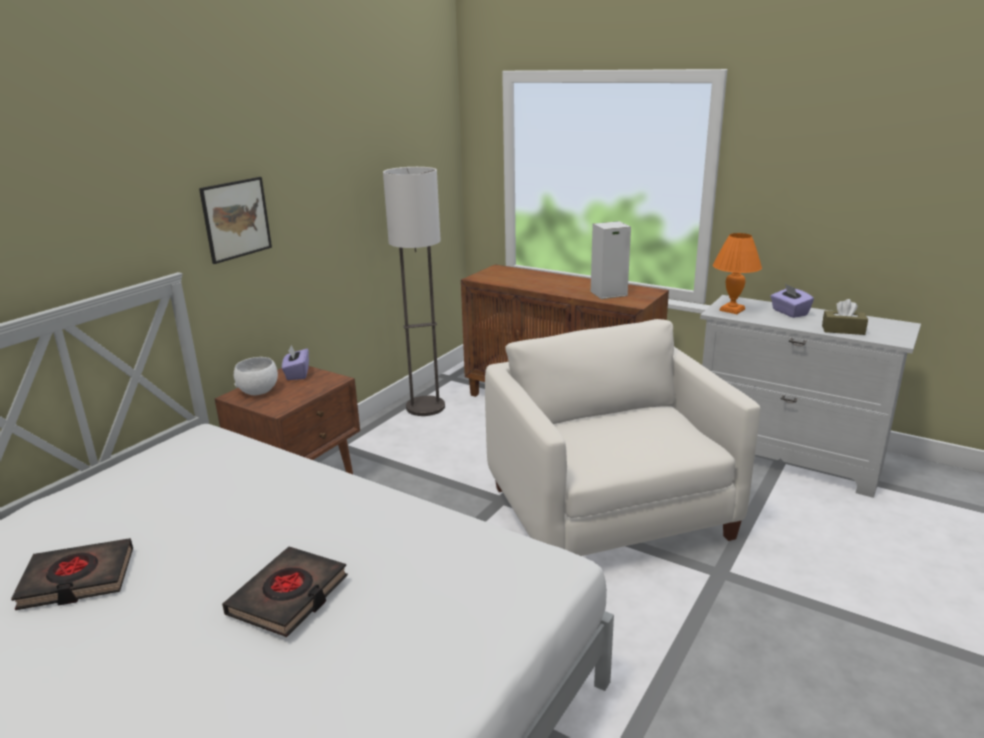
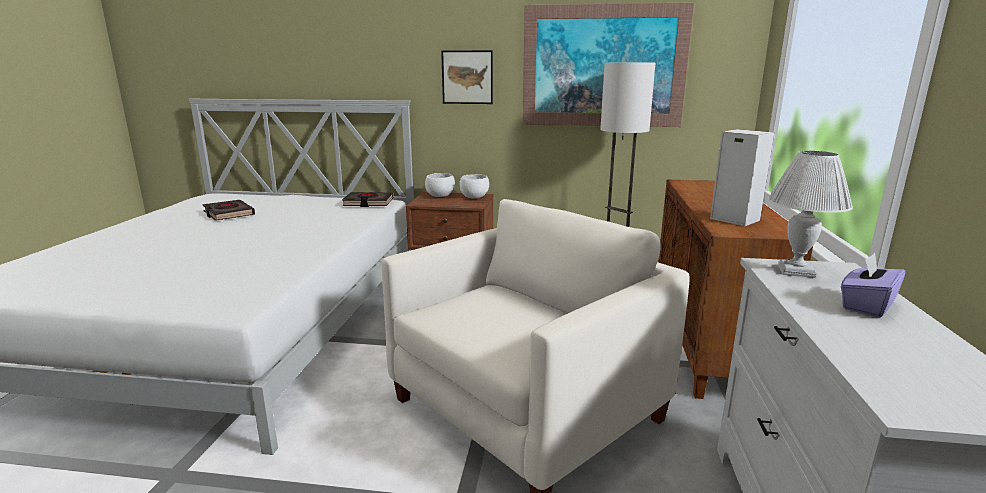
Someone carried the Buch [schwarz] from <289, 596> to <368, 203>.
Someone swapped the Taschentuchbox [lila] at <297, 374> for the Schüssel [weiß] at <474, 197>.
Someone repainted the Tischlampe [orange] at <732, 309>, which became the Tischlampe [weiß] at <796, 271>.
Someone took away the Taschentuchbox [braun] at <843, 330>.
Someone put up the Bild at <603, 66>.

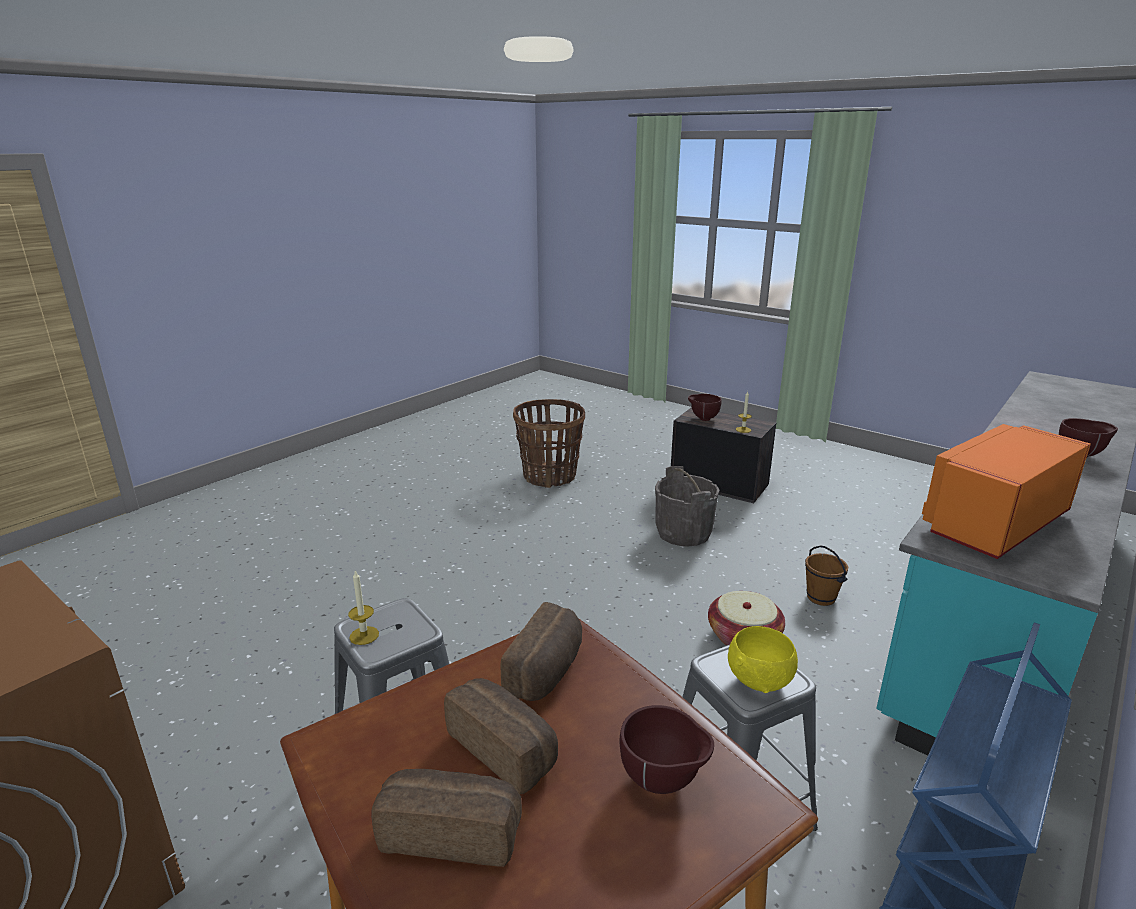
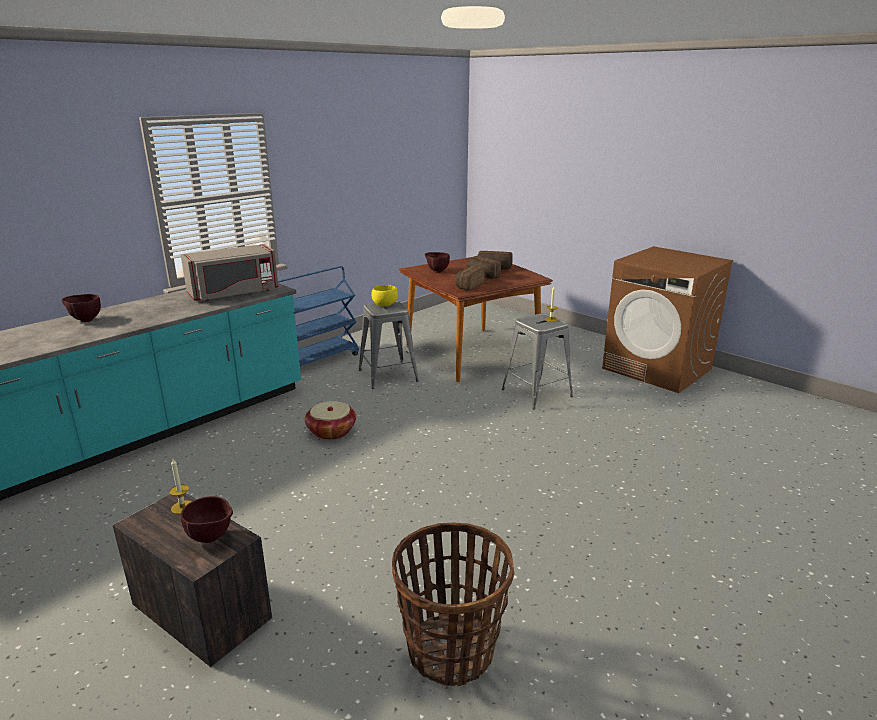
Someone took away the Eimer [grau] at <683, 533>.
Someone took away the Eimer [braun] at <820, 598>.
Someone repainted the Mikrowelle [orange] at <993, 523>, which became the Mikrowelle [grau] at <234, 293>.

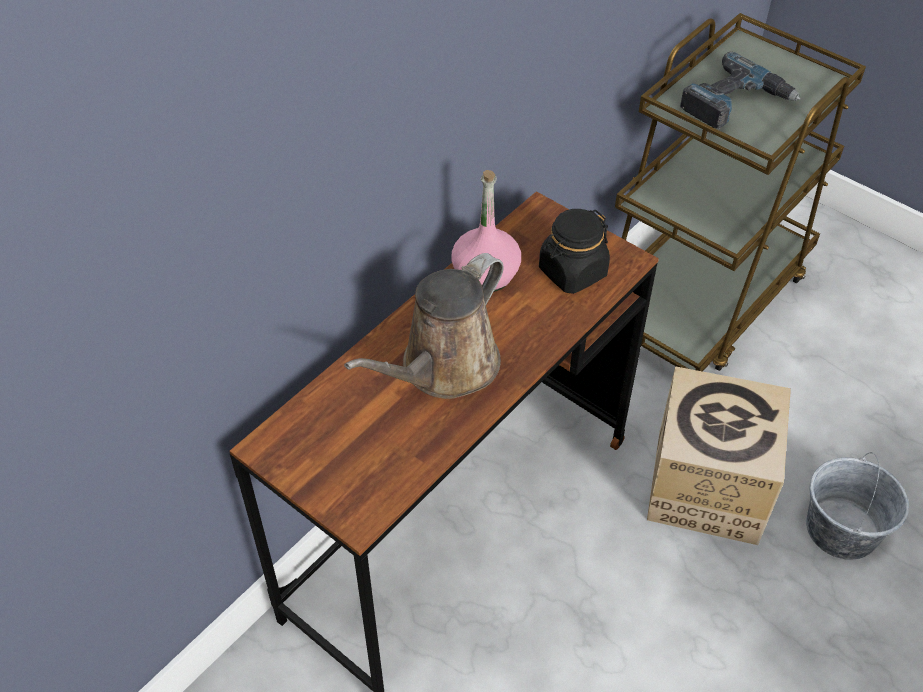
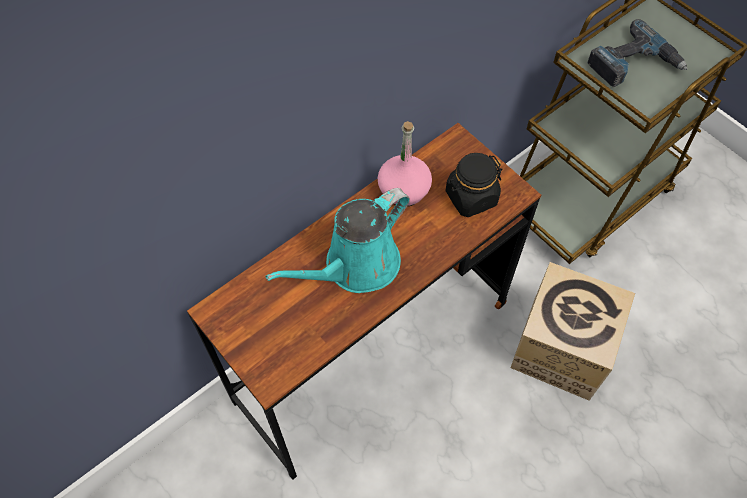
Someone repainted the Gießkanne [braun] at <443, 368>, which became the Gießkanne [türkis] at <356, 266>.
Someone took away the Eimer [grau] at <841, 529>.

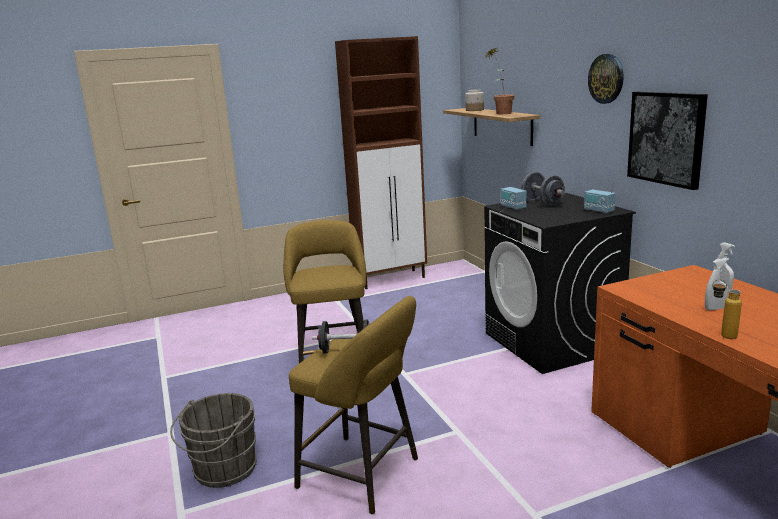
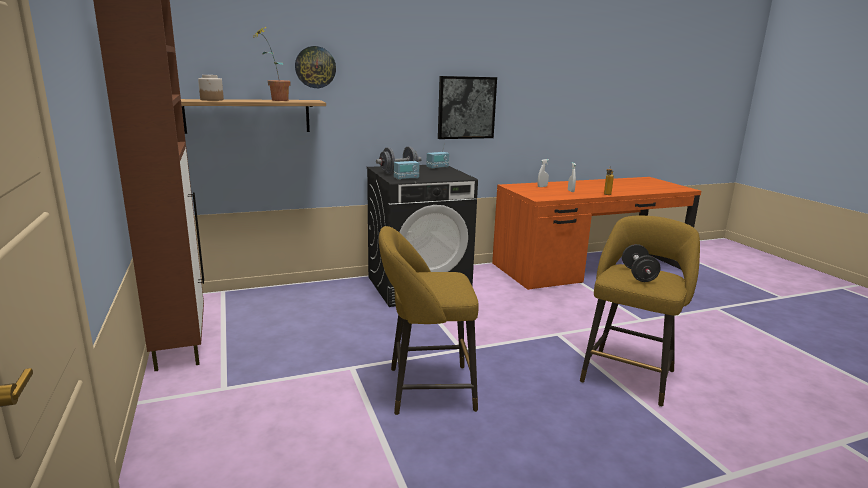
Someone took away the Eimer [grau] at <222, 471>.
Someone carried the Wanduhr from <606, 78> to <315, 67>.

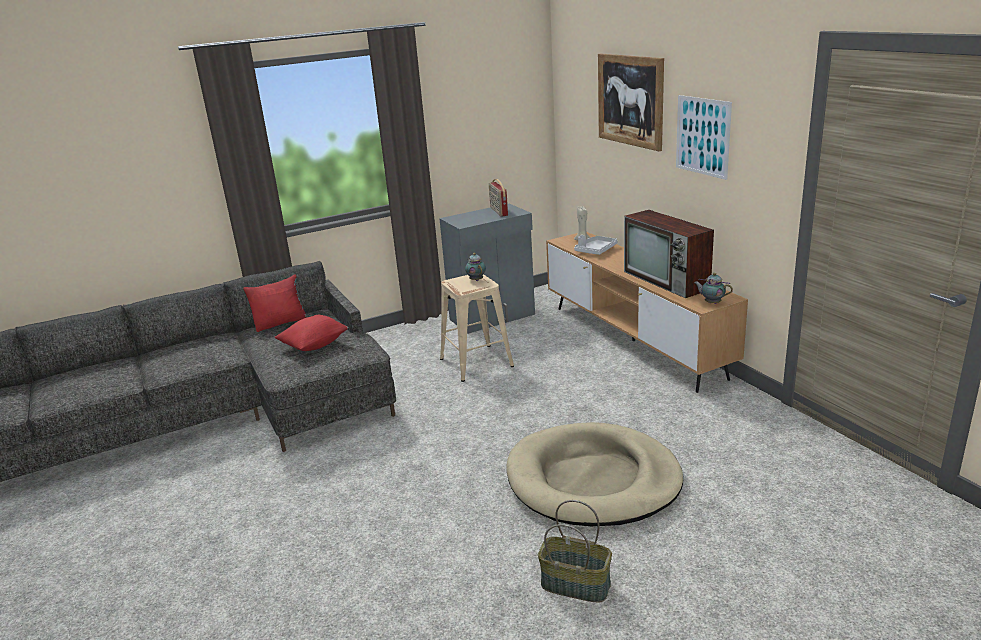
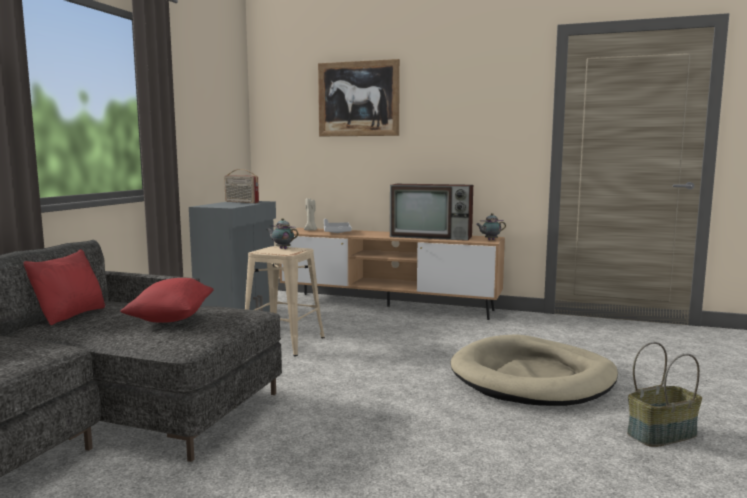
Someone took away the Bild at <702, 136>.

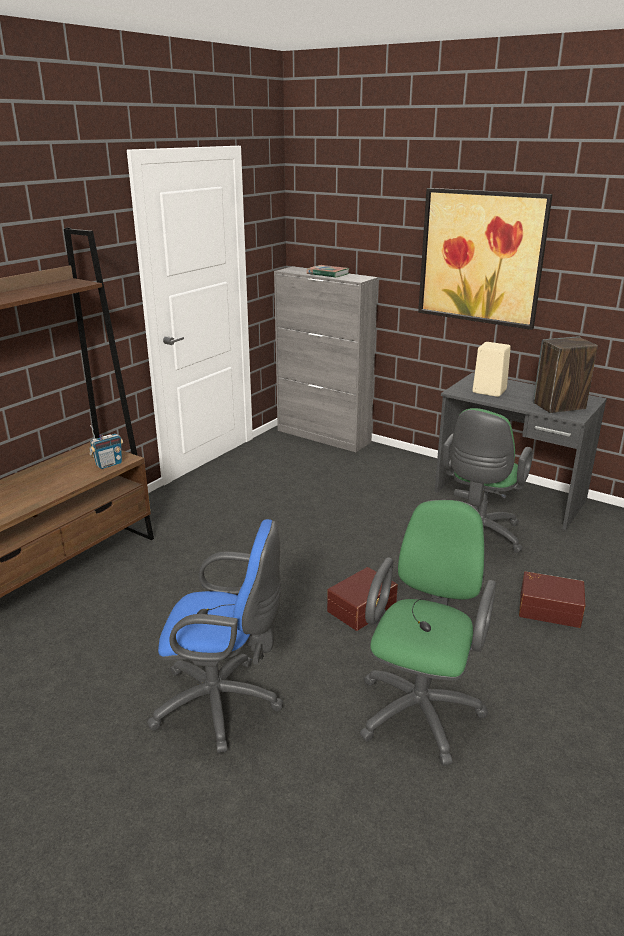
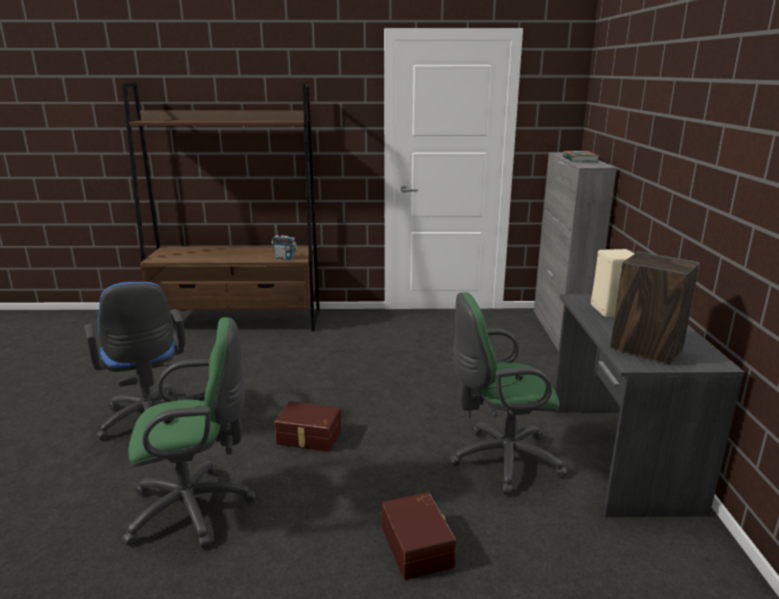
Someone took away the Bild at <481, 257>.

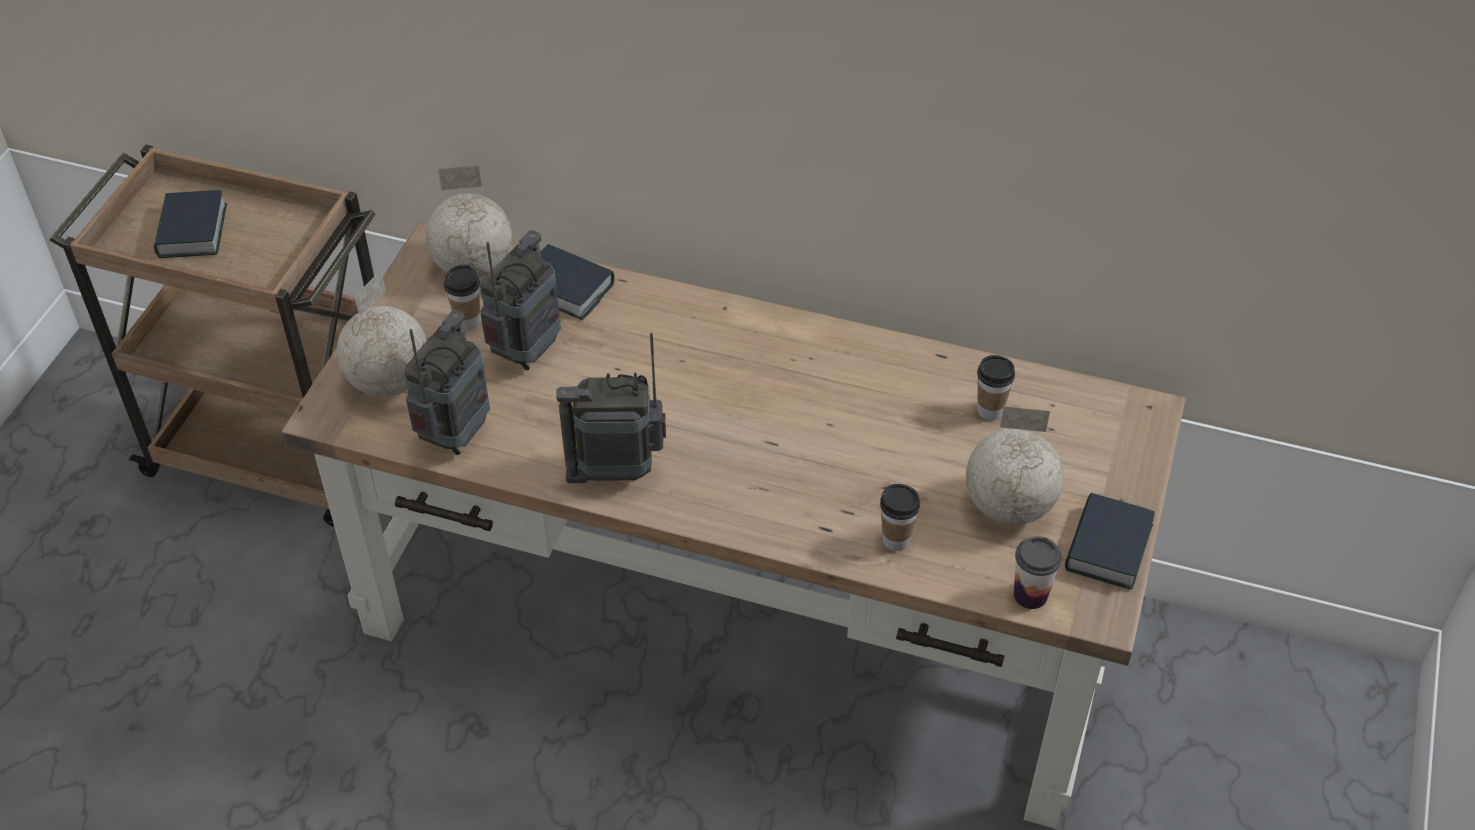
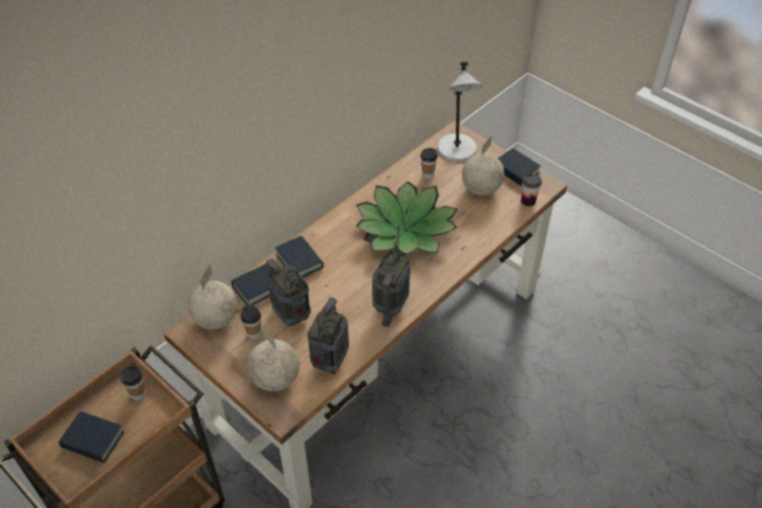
Someone rotated the Radio at <455, 435> by 60 degrees clockwise.
Someone carried the Tasse from <896, 540> to <138, 394>.
Someone put down the Buch at <299, 261>.
Someone put down the Topfpflanze at <406, 231>.
Someone put down the Tischlampe [grau] at <457, 150>.

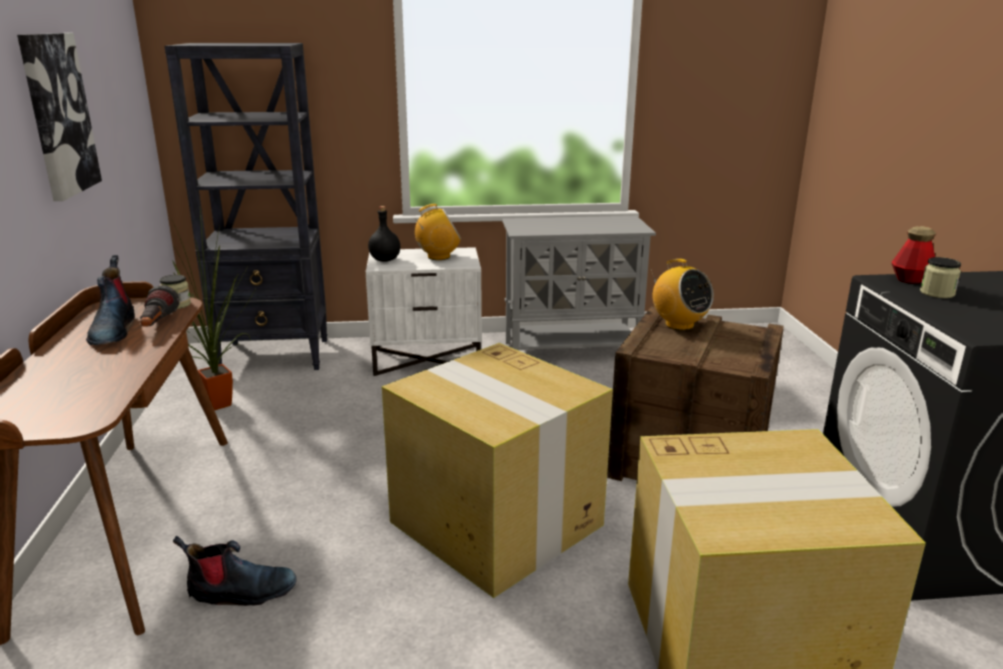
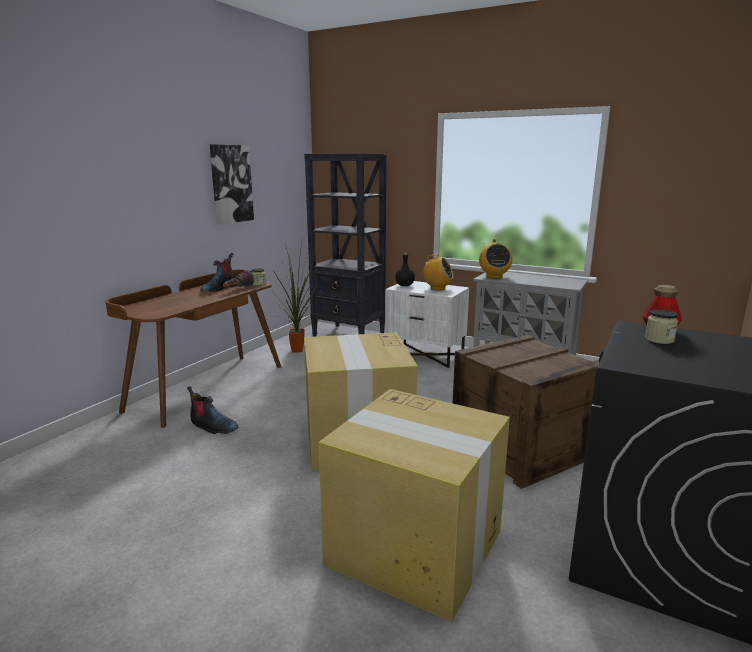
Someone carried the Radio from <679, 325> to <494, 276>.

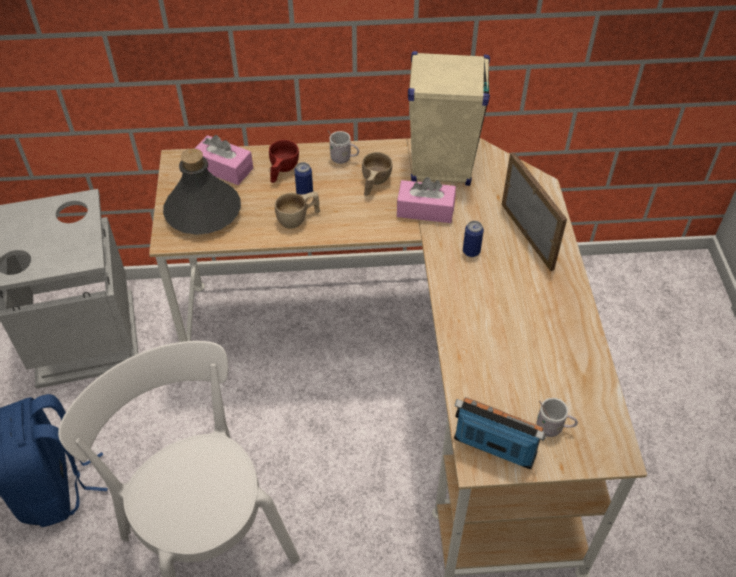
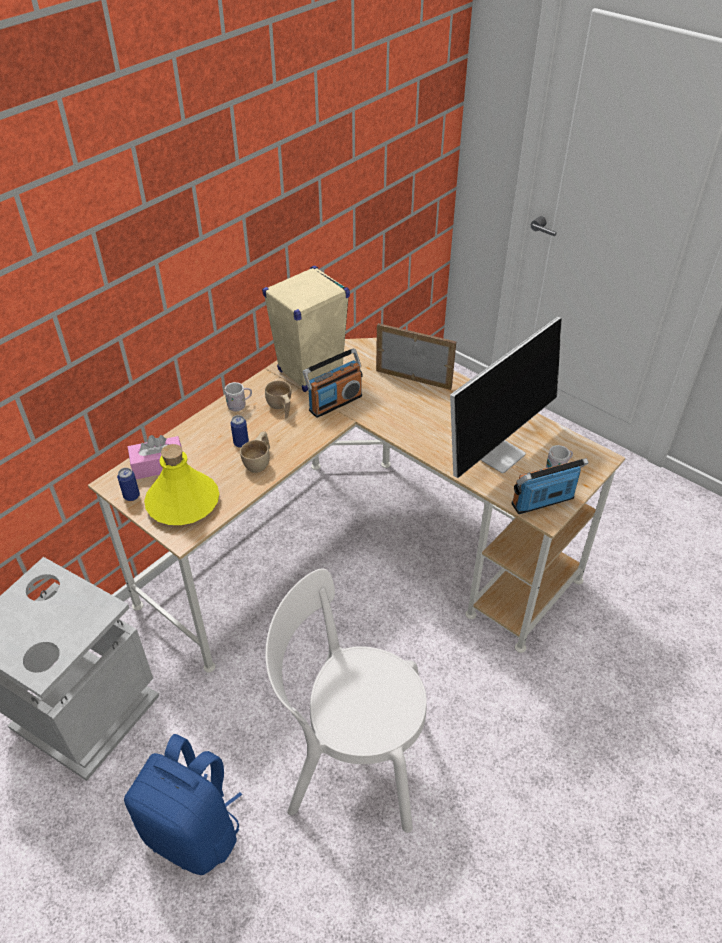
Someone repainted the Flasche [grau] at <203, 212>, which became the Flasche [gelb] at <183, 503>.
Someone took away the Tasse [rot] at <281, 171>.
Someone swapped the Taschentuchbox [rosa] at <425, 210> for the Radio at <335, 402>.
Someone carried the Dose from <471, 251> to <131, 496>.
Someone put down the Monitor at <497, 452>.

